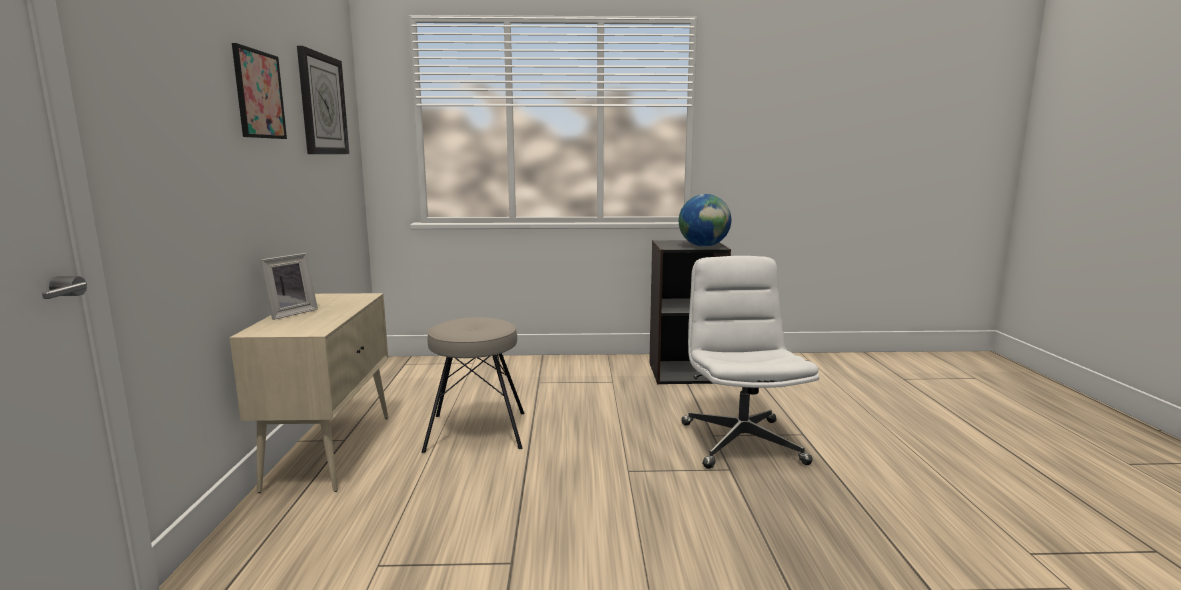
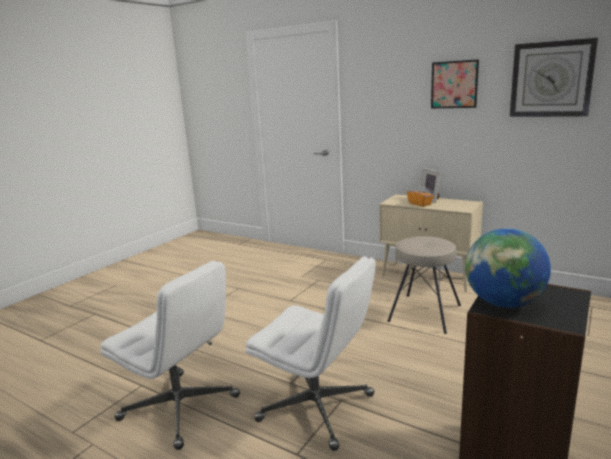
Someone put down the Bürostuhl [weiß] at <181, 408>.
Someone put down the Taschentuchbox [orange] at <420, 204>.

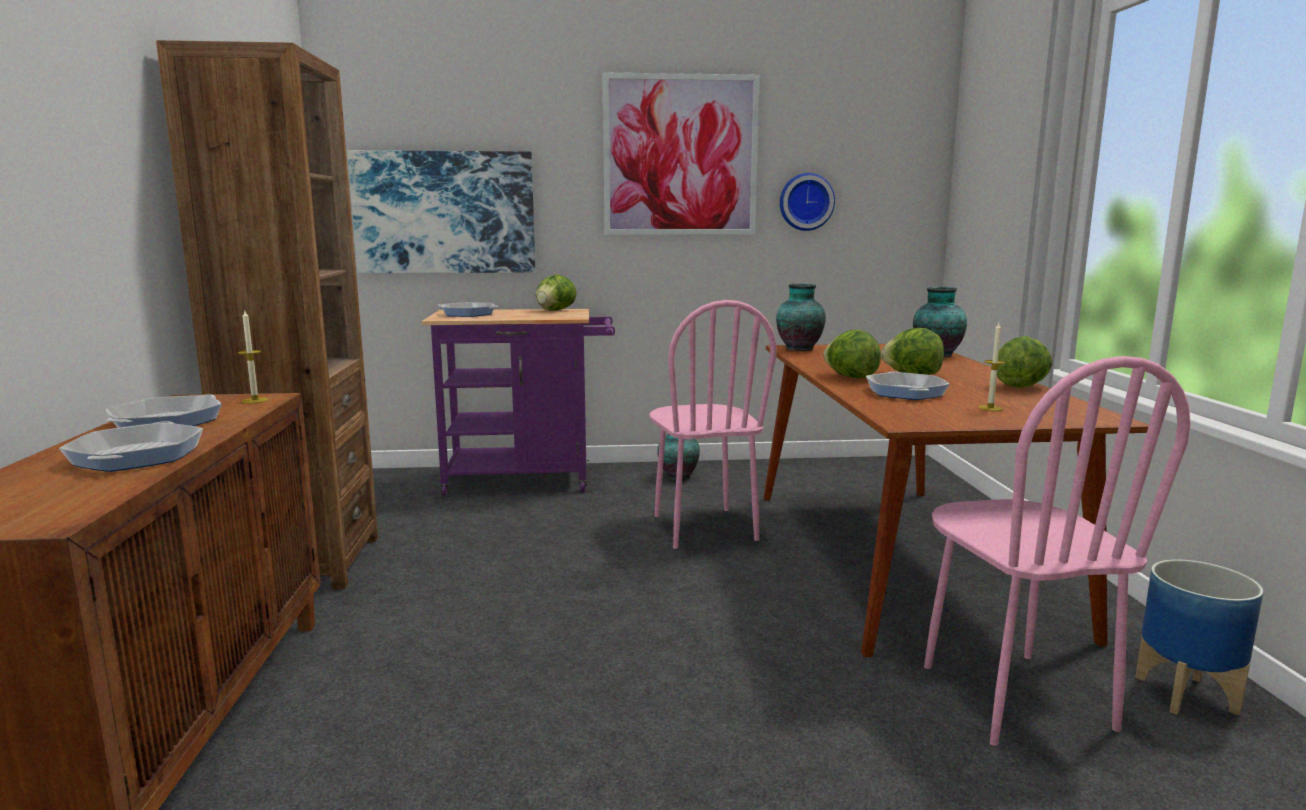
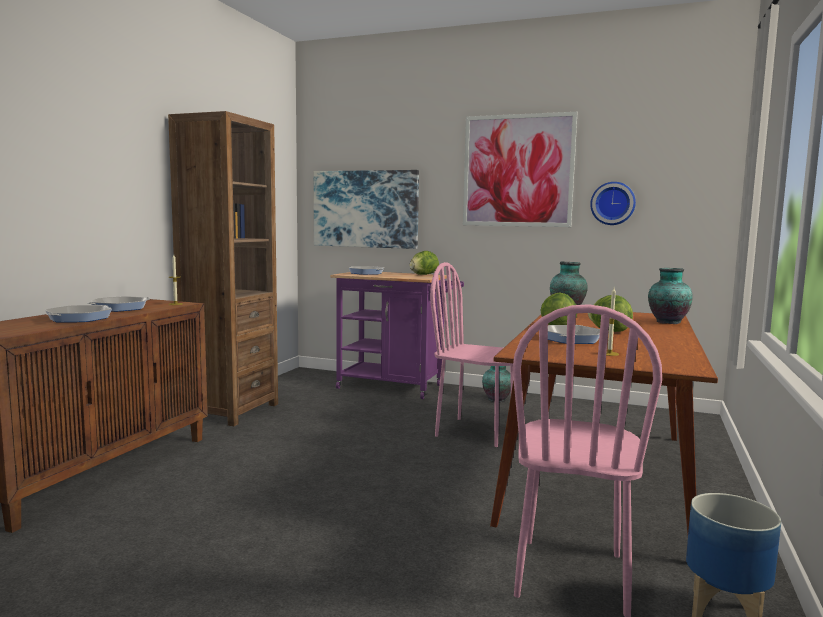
Someone rotated the Stuhl [rosa] at <703, 528> by 105 degrees clockwise.
Someone took away the Salatkopf at <1020, 386>.

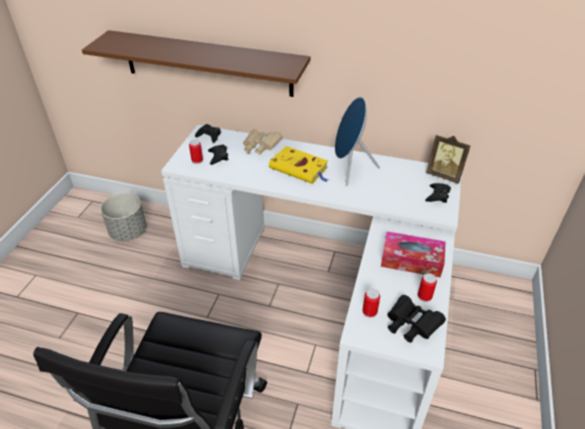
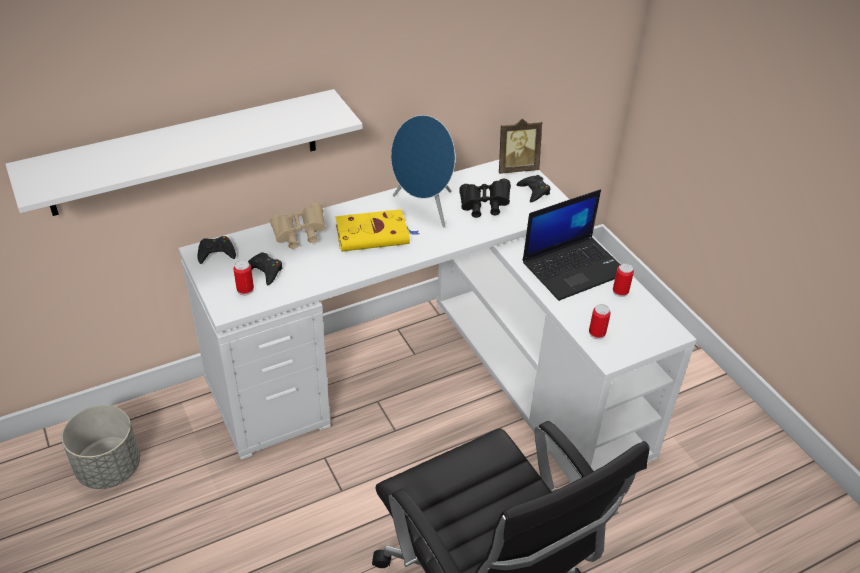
Someone repainted the Wandregal [braun] at <207, 63>, which became the Wandregal [weiß] at <185, 152>.
Someone swapped the Taschentuchbox at <411, 260> for the Laptop at <574, 267>.
Someone carried the Fernglas [schwarz] from <410, 326> to <484, 206>.

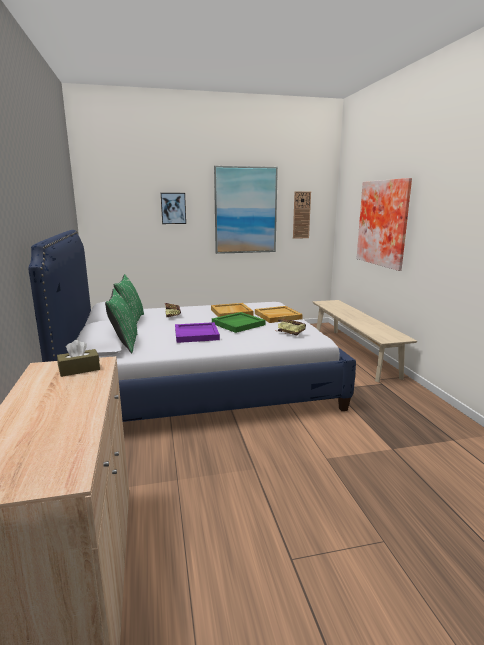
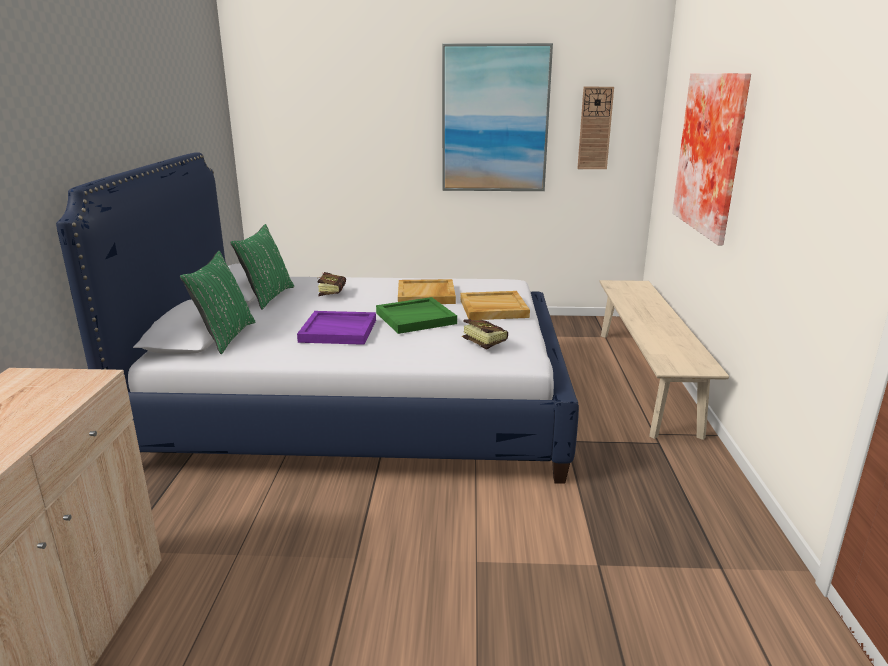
Someone took away the Taschentuchbox [braun] at <79, 369>.
Someone took away the Bild at <173, 208>.

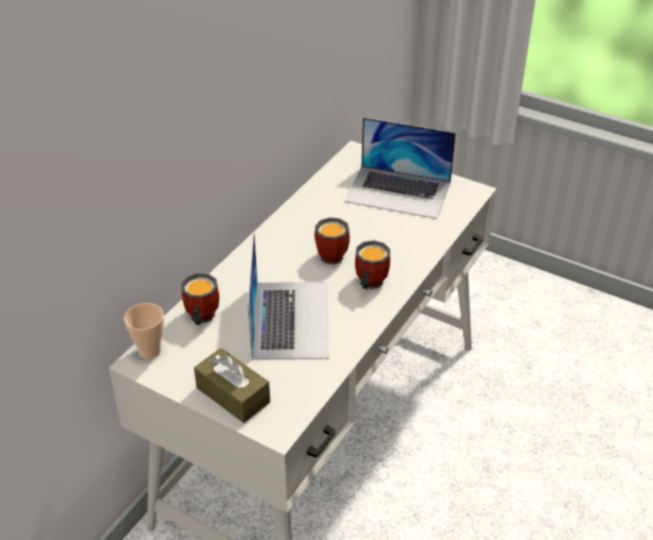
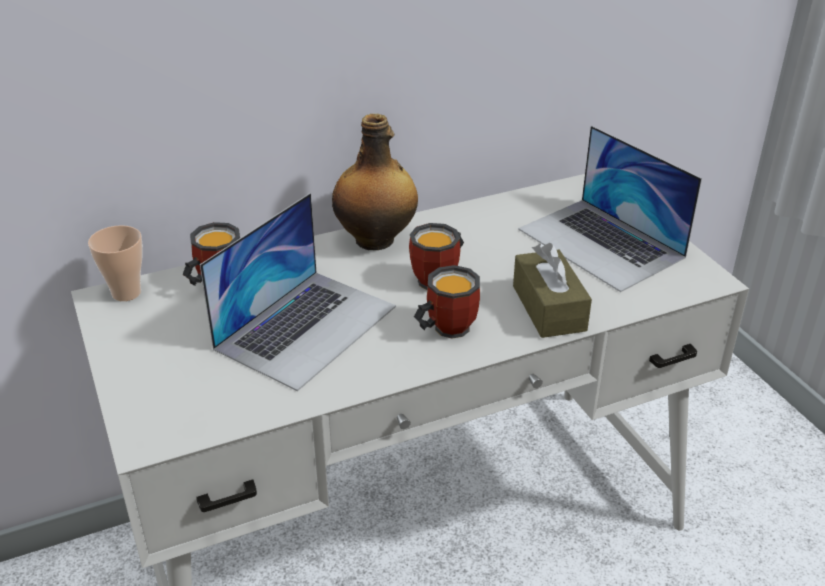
Someone carried the Taschentuchbox [braun] from <233, 395> to <549, 308>.
Someone put down the Flasche at <376, 240>.

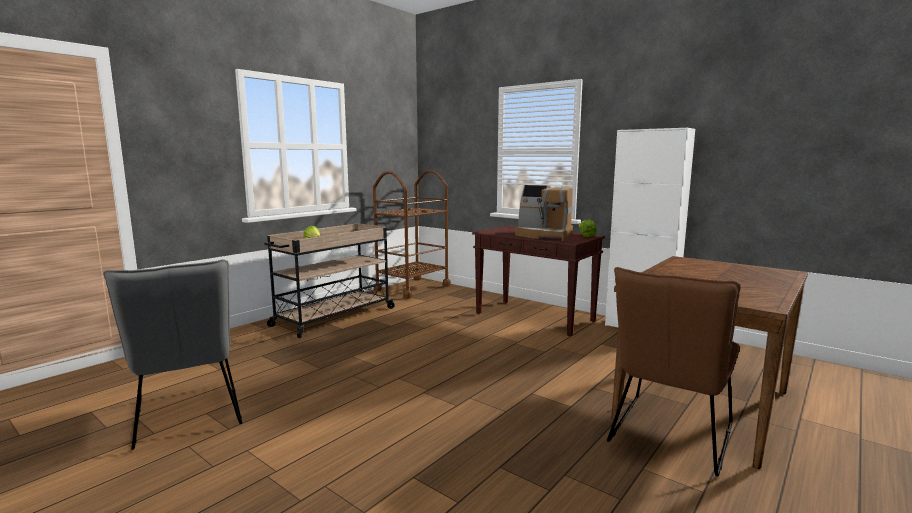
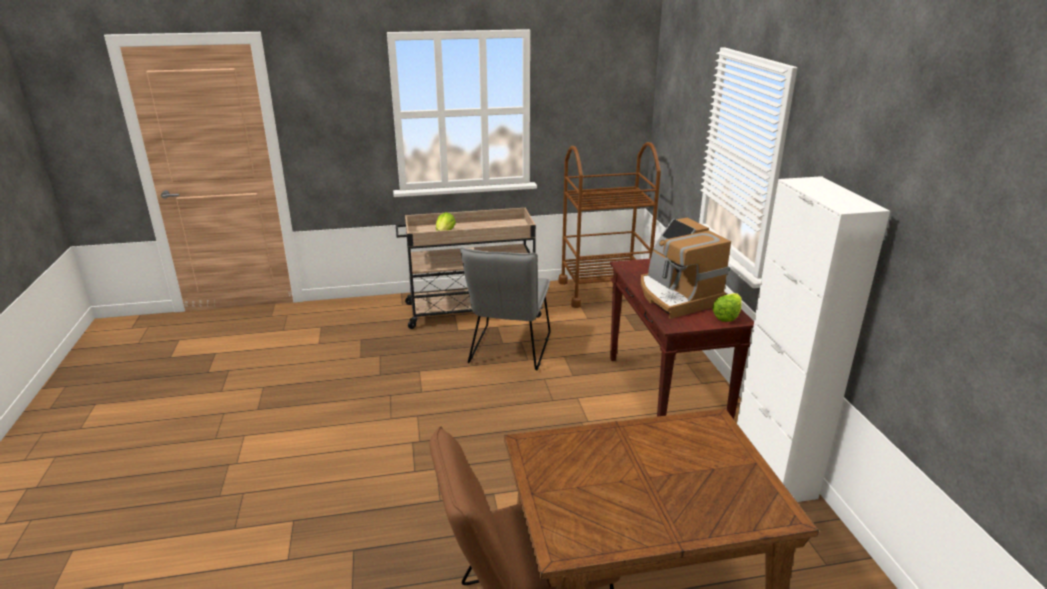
Someone carried the Stuhl [grau] from <188, 418> to <508, 351>.

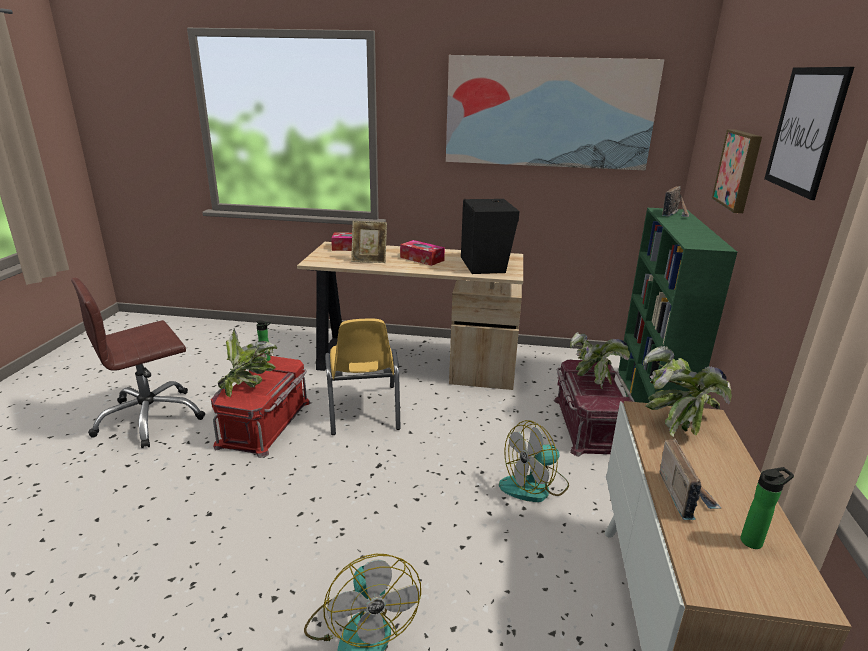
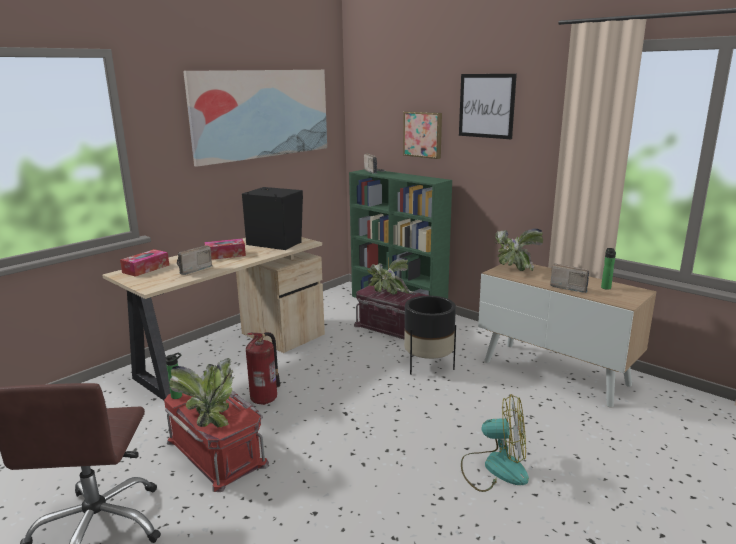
Someone swapped the Stuhl [gelb] at <363, 409> for the Feuerlöscher at <265, 398>.
Someone swapped the Bilderrahmen at <369, 260> for the Radio at <192, 270>.
Someone swapped the Ventilator at <534, 486> for the Pflanzkübel [schwarz] at <428, 366>.

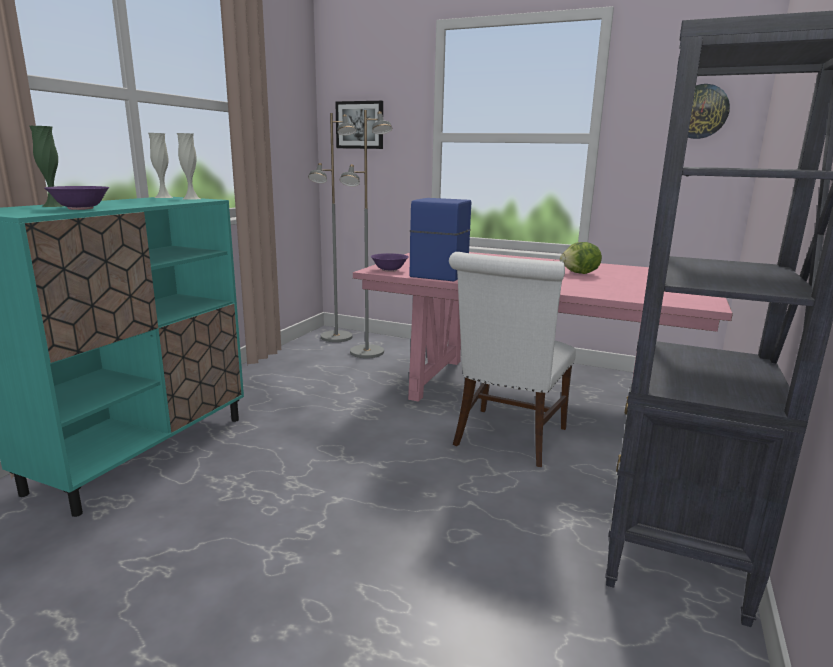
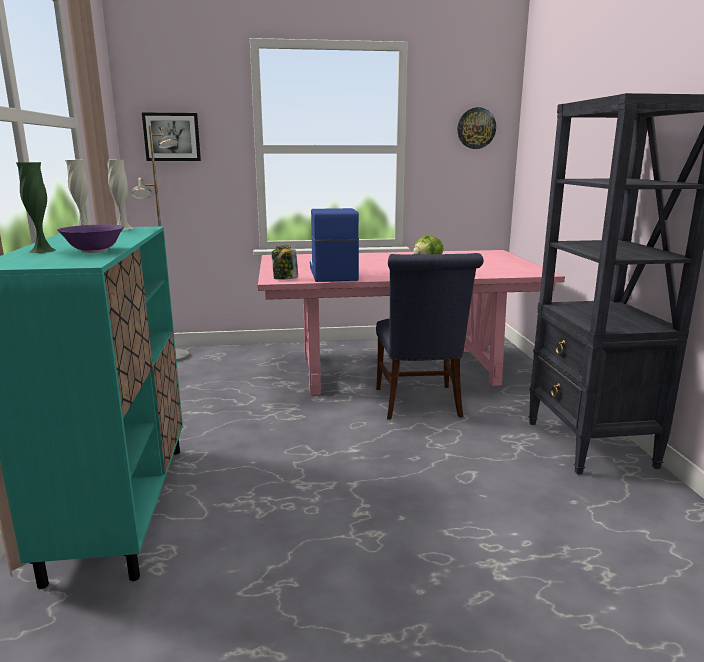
Someone took away the Stehlampe [grau] at <367, 352>.
Someone swapped the Schüssel [lila] at <389, 270> for the Vorratsglas at <285, 278>.
Someone repainted the Stuhl [weiß] at <507, 439>, which became the Stuhl [blau] at <419, 404>.

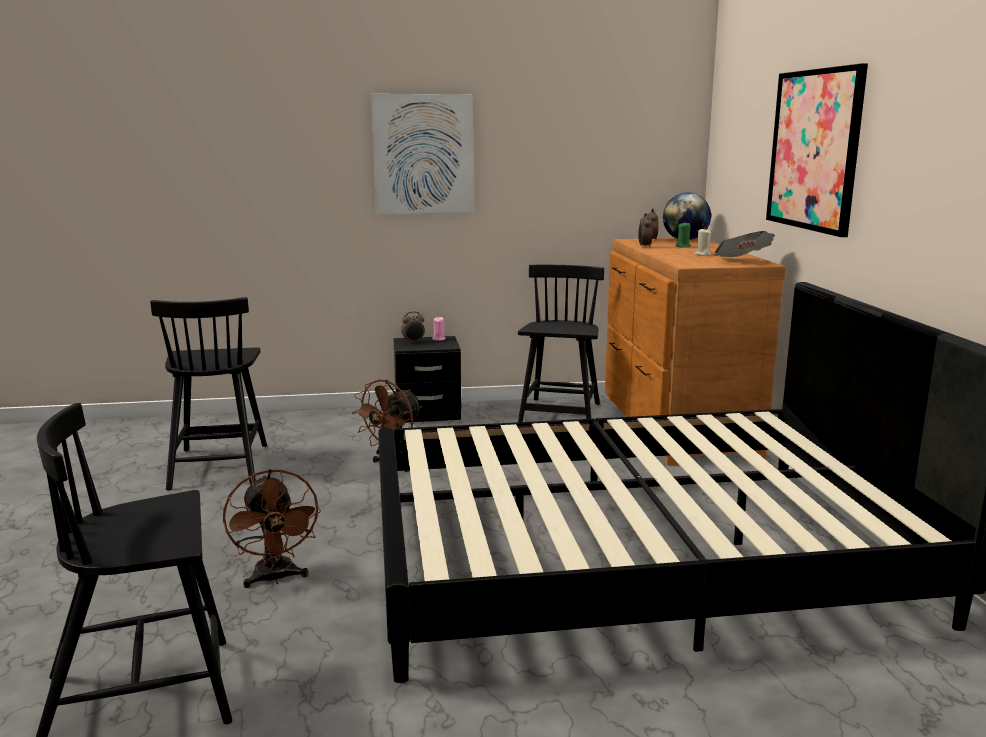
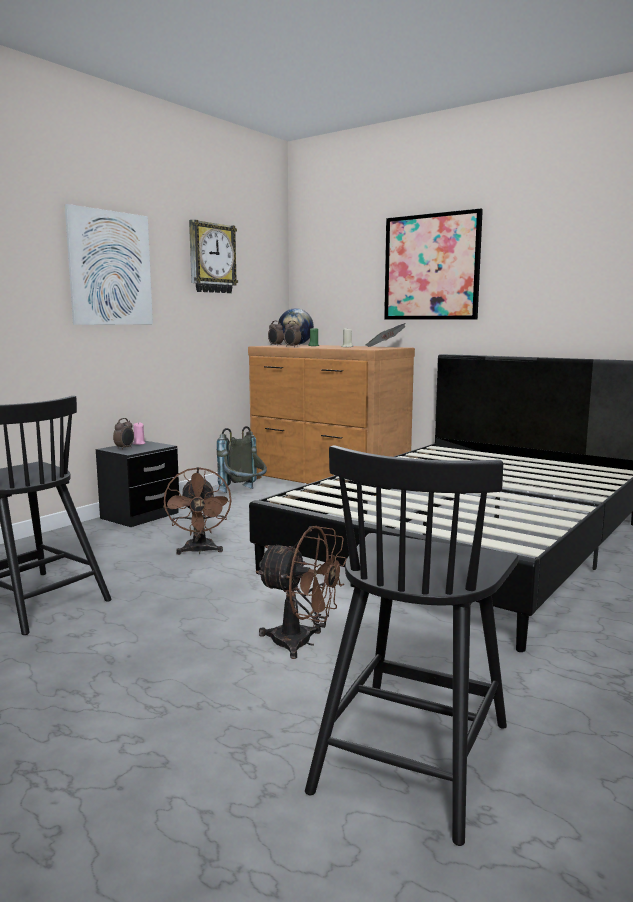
Someone swapped the Stuhl [schwarz] at <560, 416> for the Rucksack [grau] at <244, 494>.
Someone put up the Wanduhr at <211, 258>.

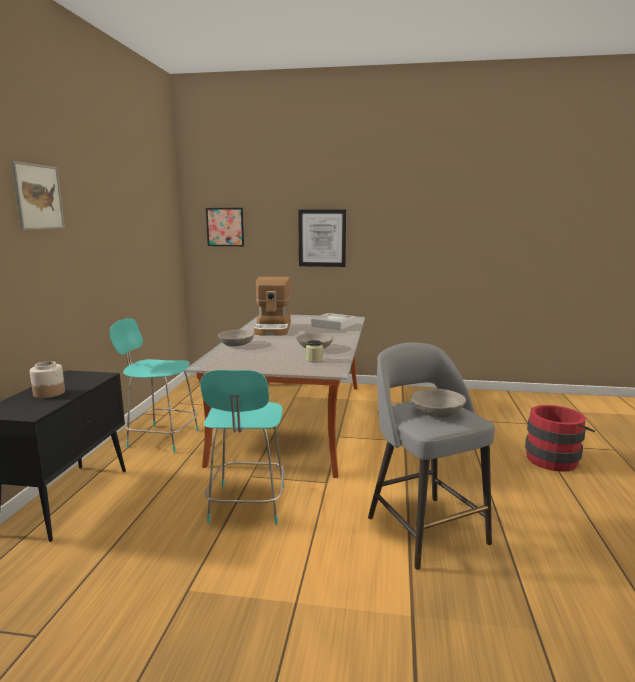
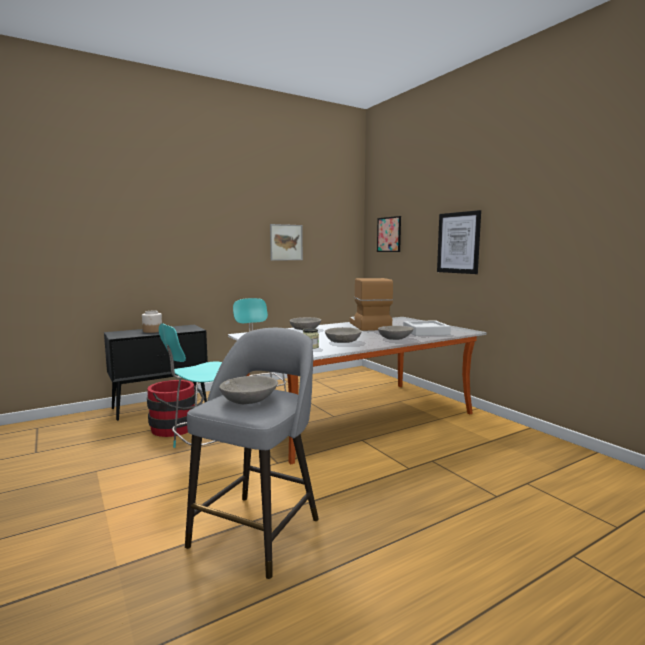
Someone carried the Bild from <38, 197> to <286, 242>.
Someone rotated the Kaffeemaschine at <274, 328> by 120 degrees clockwise.
Someone carried the Eimer [rot] from <554, 458> to <177, 428>.
Someone put down the Schüssel [grau] at <395, 338>.

